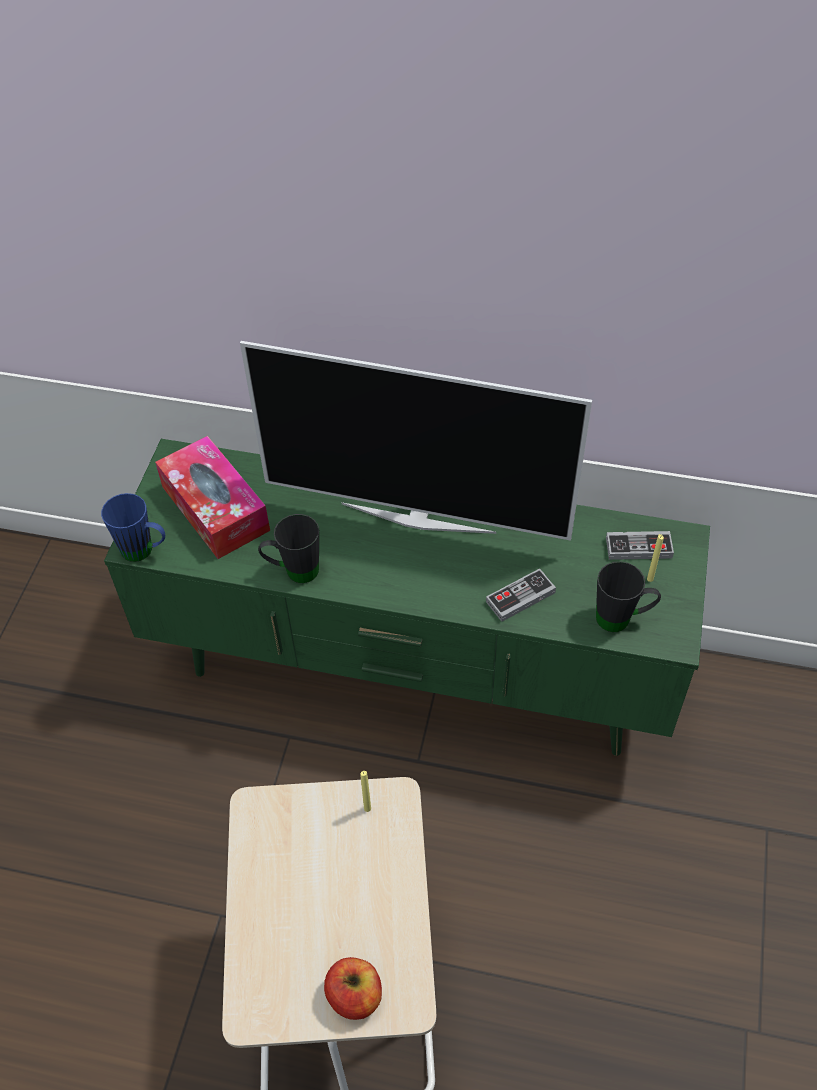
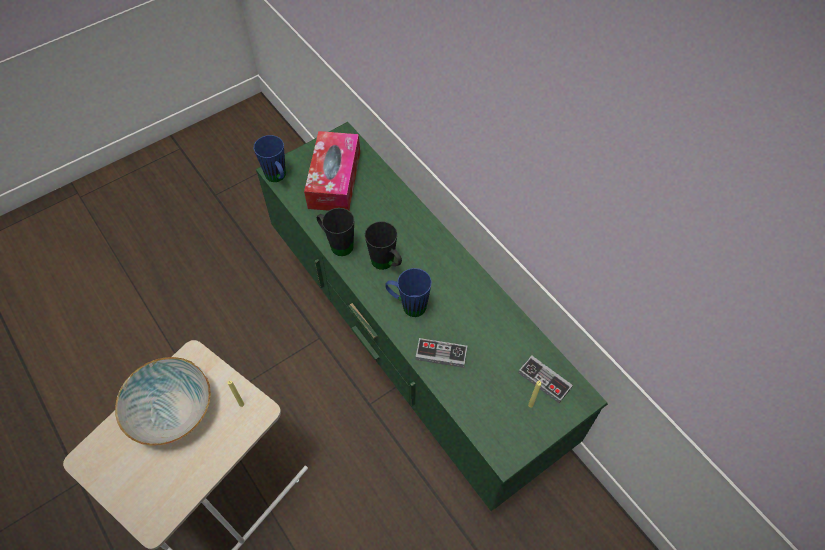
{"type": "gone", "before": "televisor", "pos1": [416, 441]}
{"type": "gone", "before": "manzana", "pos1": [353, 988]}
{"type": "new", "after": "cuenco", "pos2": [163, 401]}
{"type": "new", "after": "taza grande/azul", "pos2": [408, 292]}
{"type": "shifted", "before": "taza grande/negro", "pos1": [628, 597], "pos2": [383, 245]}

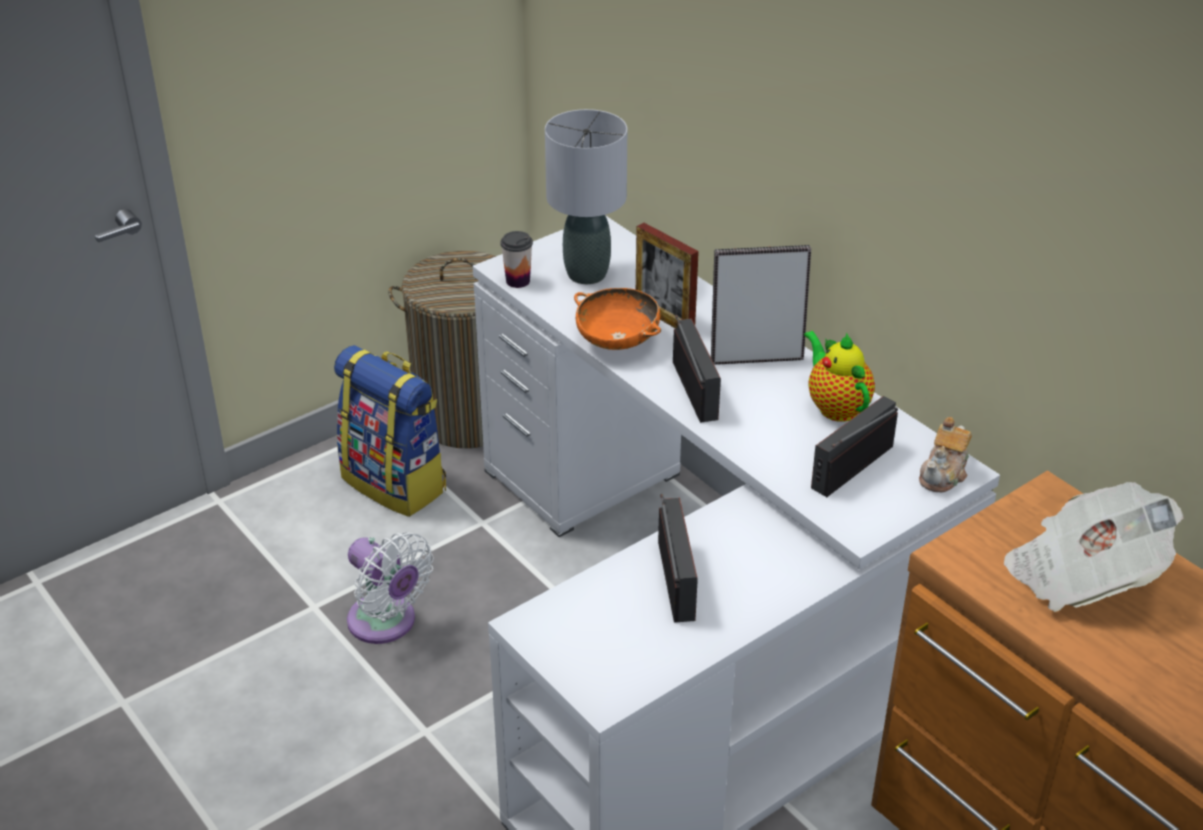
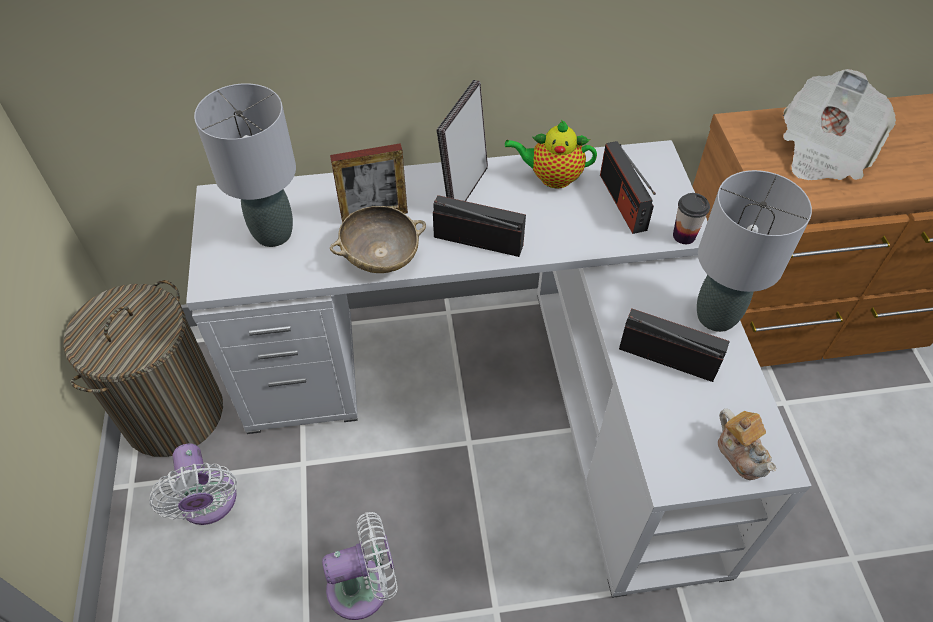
{"type": "new", "after": "lámpara de mesa/gris", "pos2": [754, 251]}
{"type": "shifted", "before": "taza", "pos1": [516, 259], "pos2": [691, 218]}
{"type": "shifted", "before": "tetera", "pos1": [945, 455], "pos2": [747, 444]}
{"type": "swapped", "before": "mochila", "after": "ventilador/blanco", "pos1": [390, 431], "pos2": [193, 484]}
{"type": "repainted", "before": "cuenco/naranja", "after": "cuenco/beis", "pos1": [617, 319], "pos2": [378, 239]}

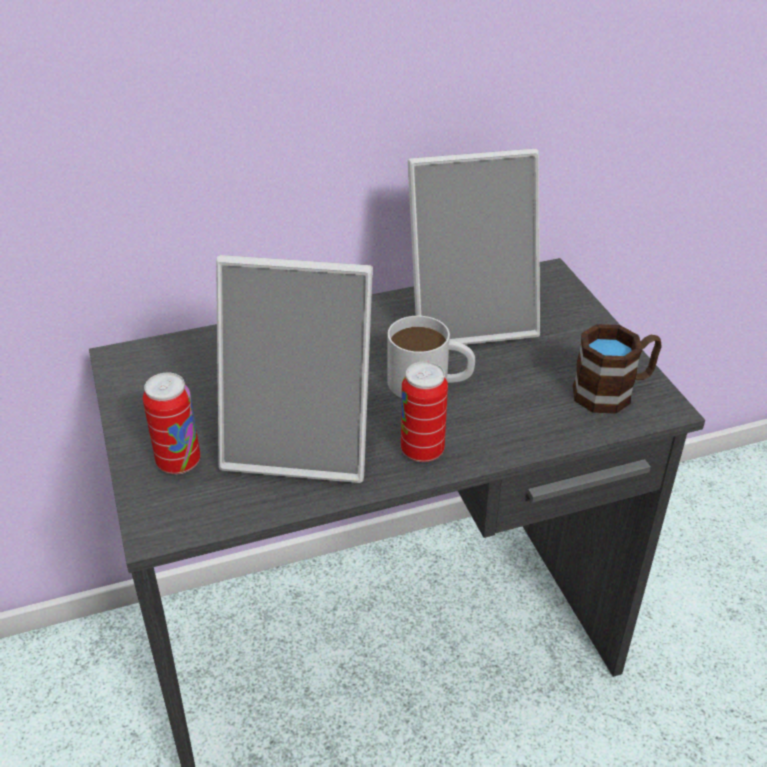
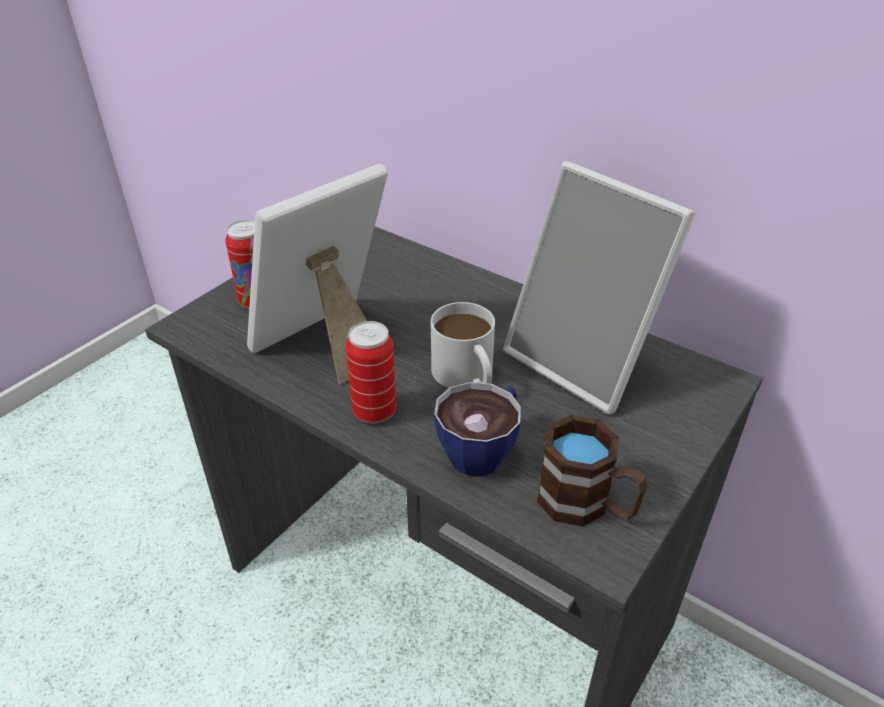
{"type": "new", "after": "taza", "pos2": [477, 429]}
{"type": "rotated", "before": "portarretratos", "pos1": [294, 369], "pos2": [317, 274], "turn": 75}

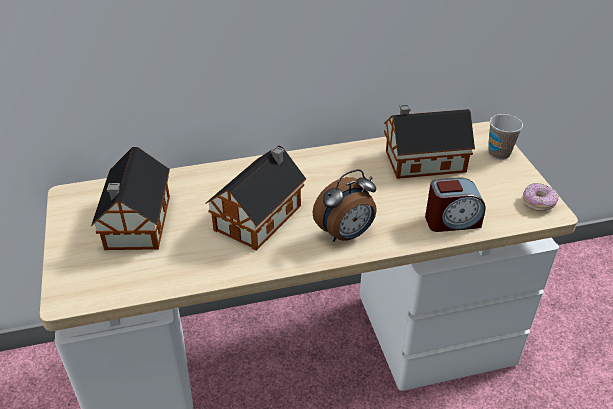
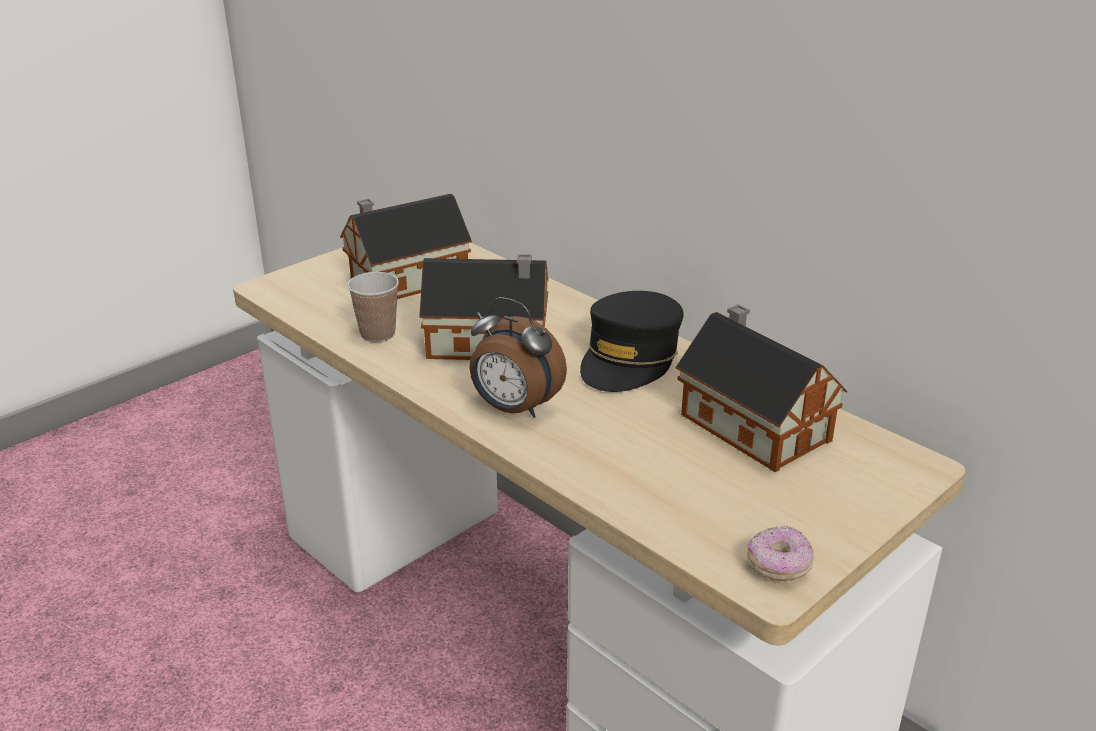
{"type": "gone", "before": "despertador", "pos1": [455, 205]}
{"type": "new", "after": "gorra/negro", "pos2": [632, 341]}
{"type": "shifted", "before": "taza", "pos1": [505, 137], "pos2": [373, 307]}

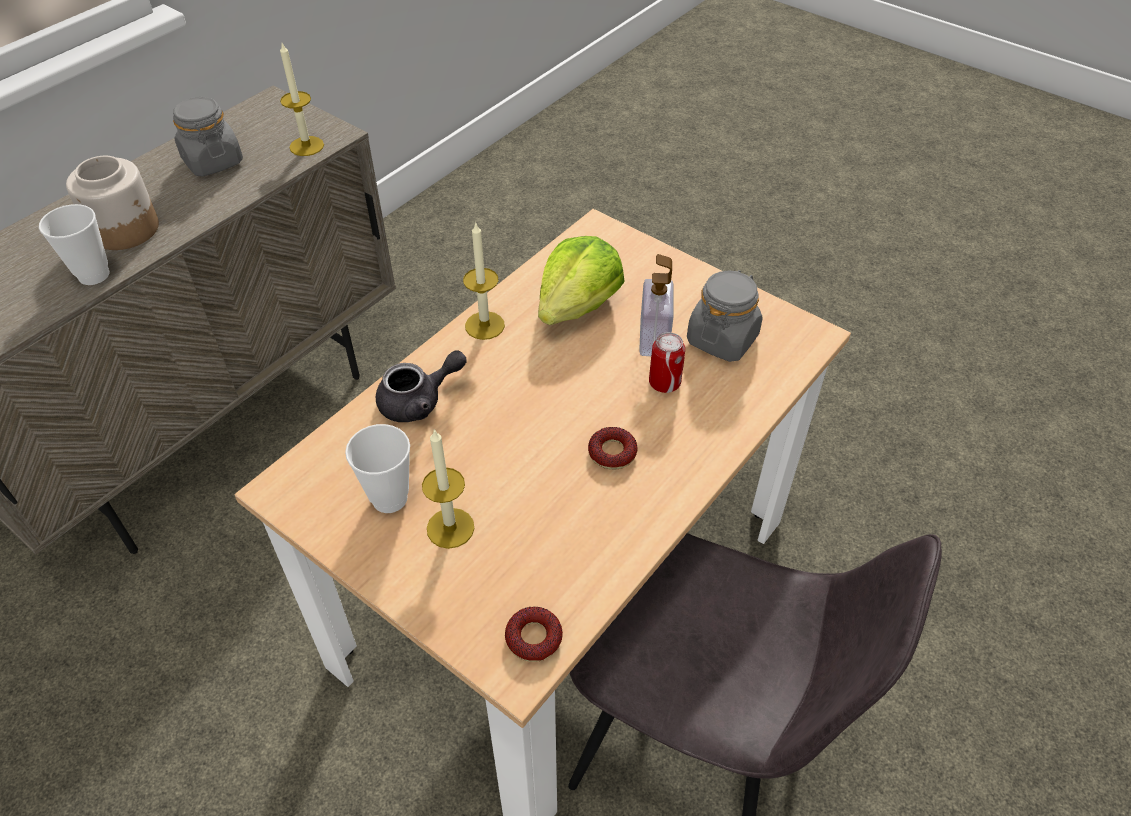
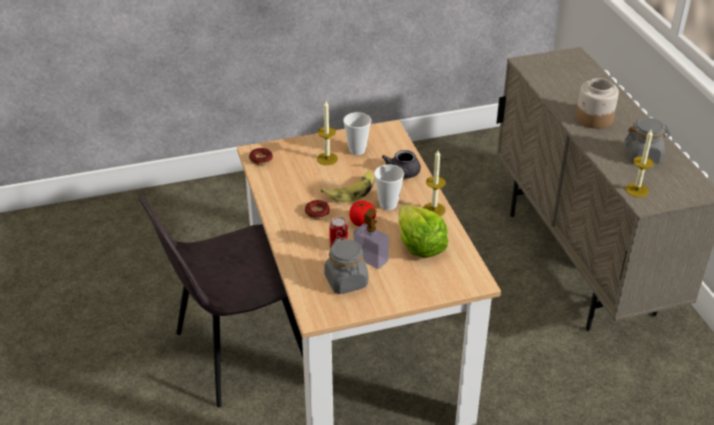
{"type": "new", "after": "plátano", "pos2": [347, 186]}
{"type": "new", "after": "tomate", "pos2": [362, 214]}
{"type": "shifted", "before": "taza", "pos1": [74, 244], "pos2": [389, 187]}

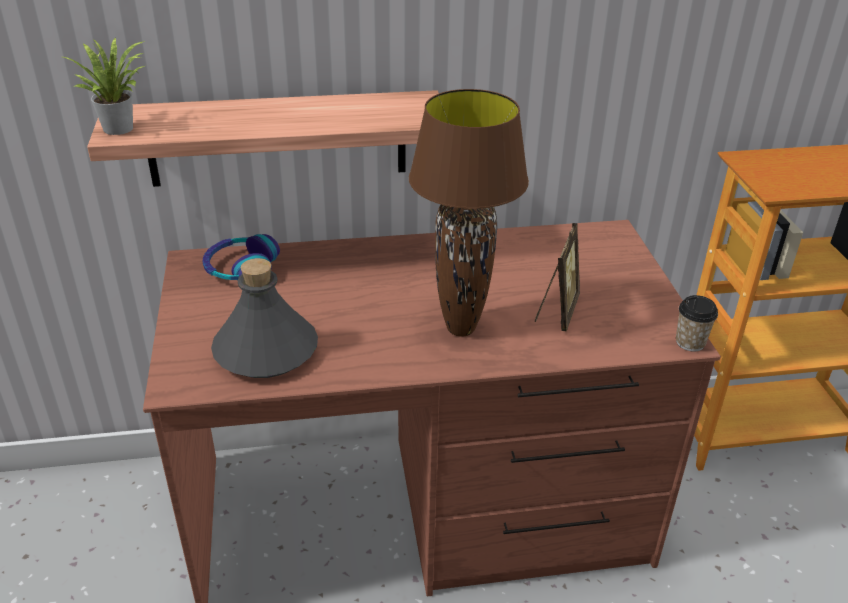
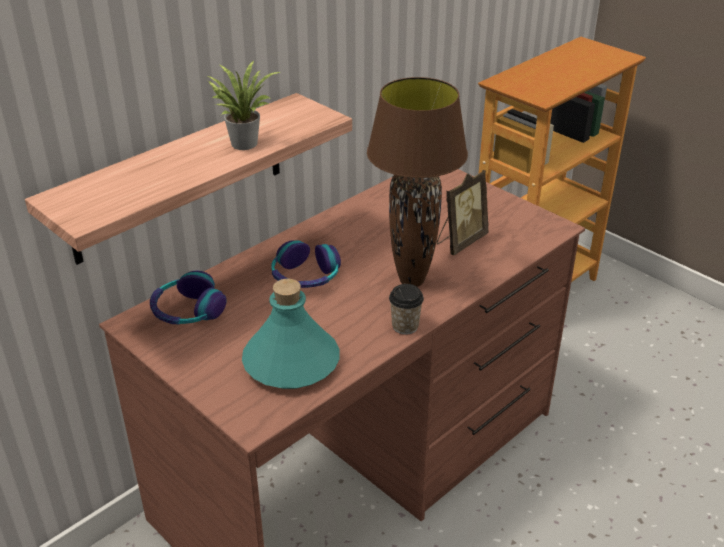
{"type": "new", "after": "auriculares", "pos2": [306, 264]}
{"type": "shifted", "before": "planta en maceta", "pos1": [104, 86], "pos2": [243, 105]}
{"type": "shifted", "before": "taza", "pos1": [697, 323], "pos2": [406, 309]}
{"type": "repainted", "before": "botella/gris", "after": "botella/turquesa", "pos1": [264, 318], "pos2": [291, 334]}
{"type": "rotated", "before": "portarretratos", "pos1": [557, 277], "pos2": [462, 212], "turn": 60}

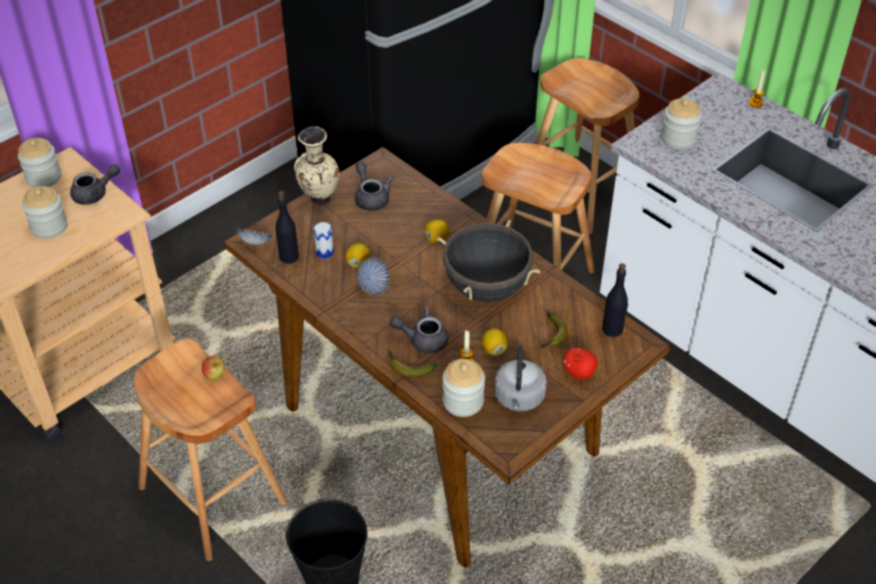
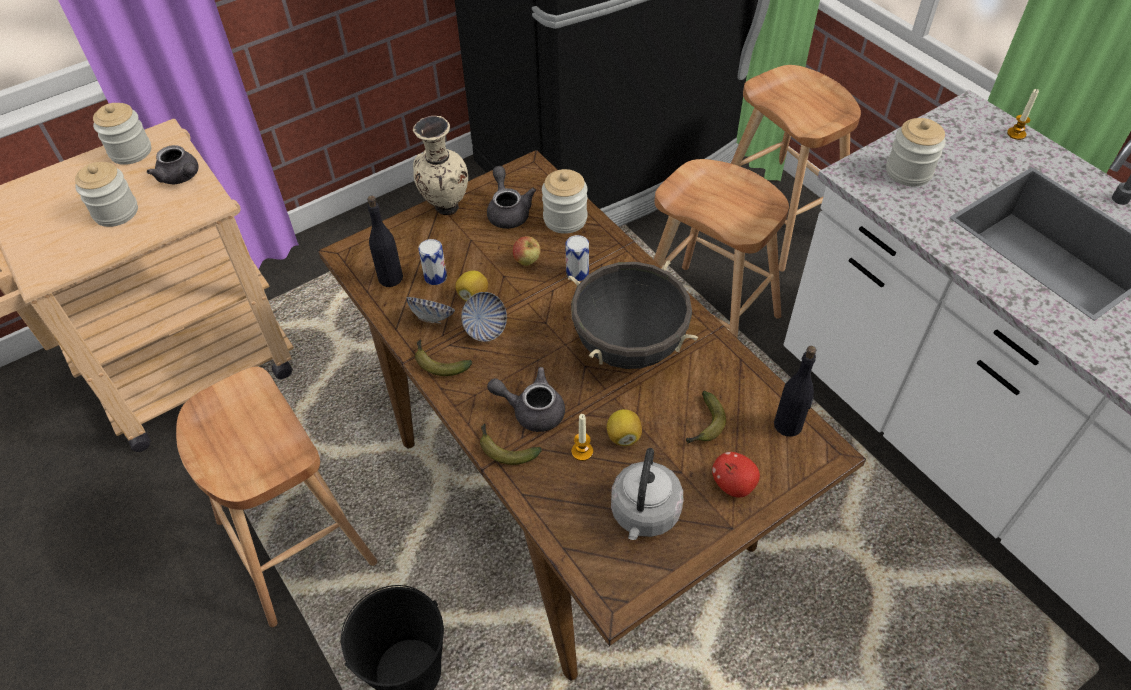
{"type": "new", "after": "plátano", "pos2": [443, 358]}
{"type": "shifted", "before": "manzana", "pos1": [213, 368], "pos2": [526, 251]}
{"type": "shifted", "before": "cuenco", "pos1": [254, 237], "pos2": [431, 310]}
{"type": "shifted", "before": "tarro", "pos1": [464, 387], "pos2": [565, 201]}
{"type": "swapped", "before": "limón", "after": "lata", "pos1": [436, 231], "pos2": [577, 258]}
{"type": "rotated", "before": "tetera/gris", "pos1": [95, 185], "pos2": [173, 164], "turn": 60}

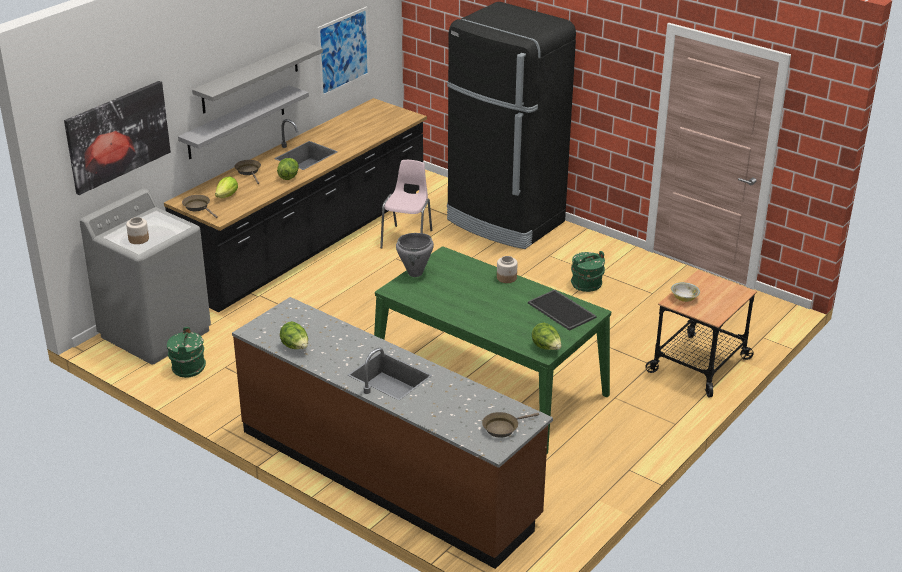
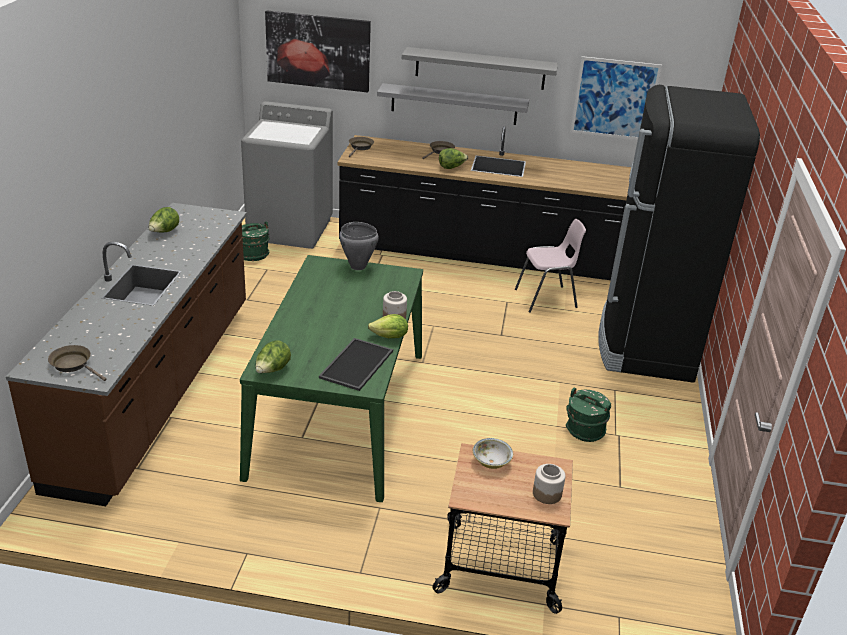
{"type": "shifted", "before": "tarro", "pos1": [137, 230], "pos2": [549, 484]}
{"type": "shifted", "before": "lechuga", "pos1": [226, 187], "pos2": [388, 326]}

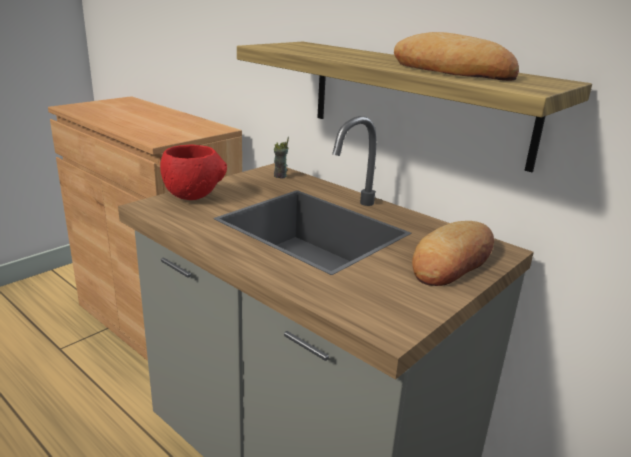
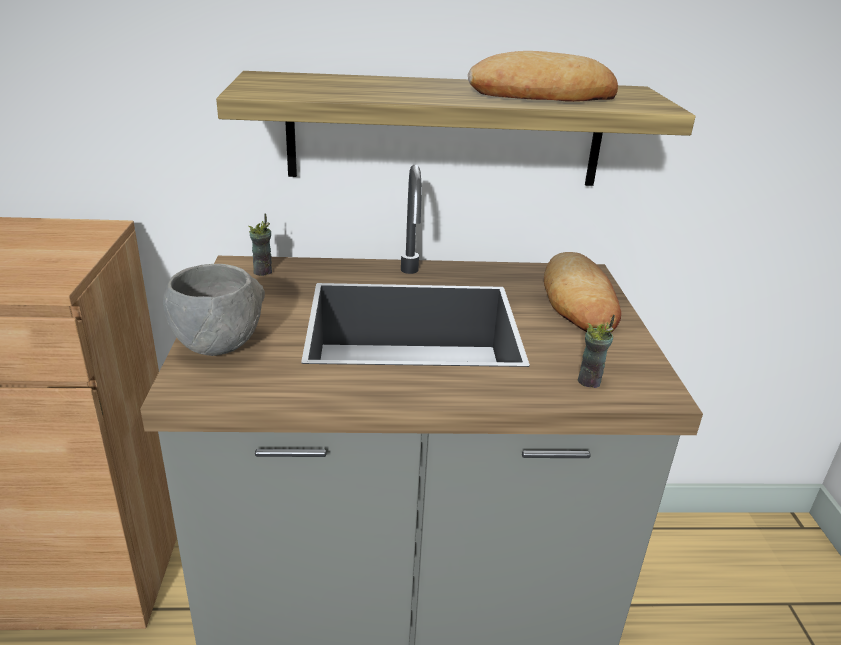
{"type": "new", "after": "taza", "pos2": [596, 351]}
{"type": "repainted", "before": "cuenco/rojo", "after": "cuenco/gris", "pos1": [193, 172], "pos2": [214, 310]}

